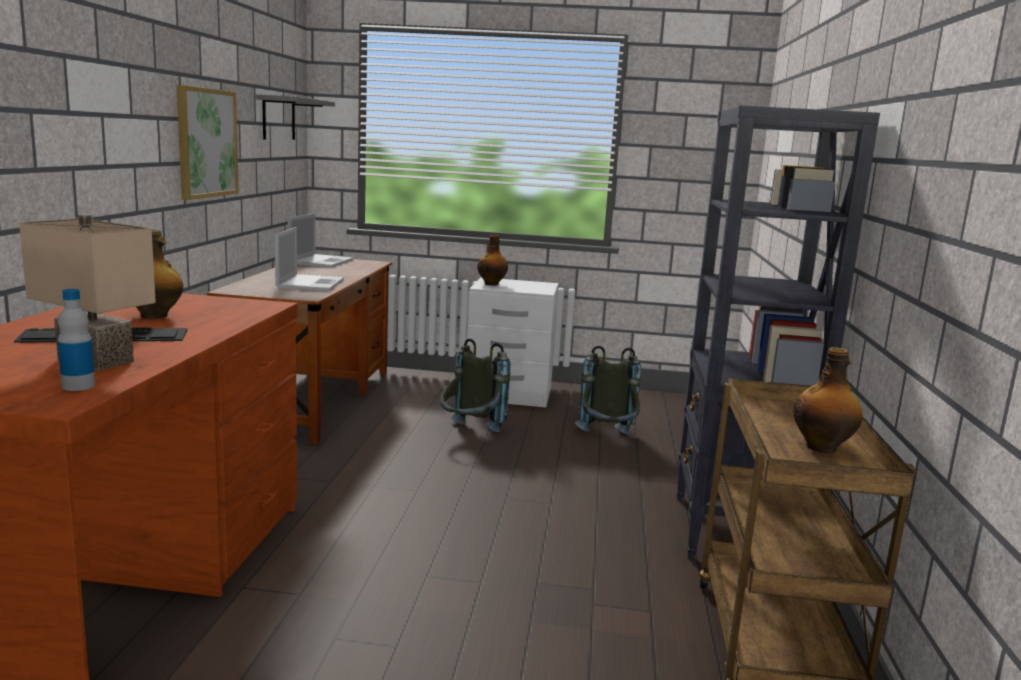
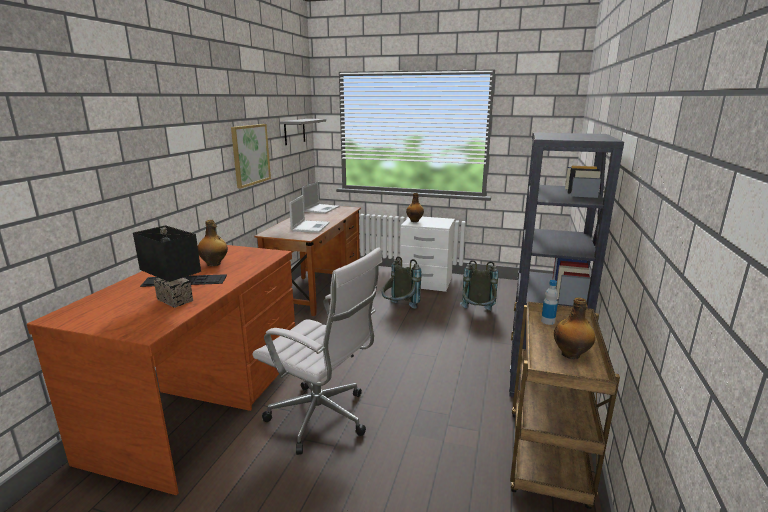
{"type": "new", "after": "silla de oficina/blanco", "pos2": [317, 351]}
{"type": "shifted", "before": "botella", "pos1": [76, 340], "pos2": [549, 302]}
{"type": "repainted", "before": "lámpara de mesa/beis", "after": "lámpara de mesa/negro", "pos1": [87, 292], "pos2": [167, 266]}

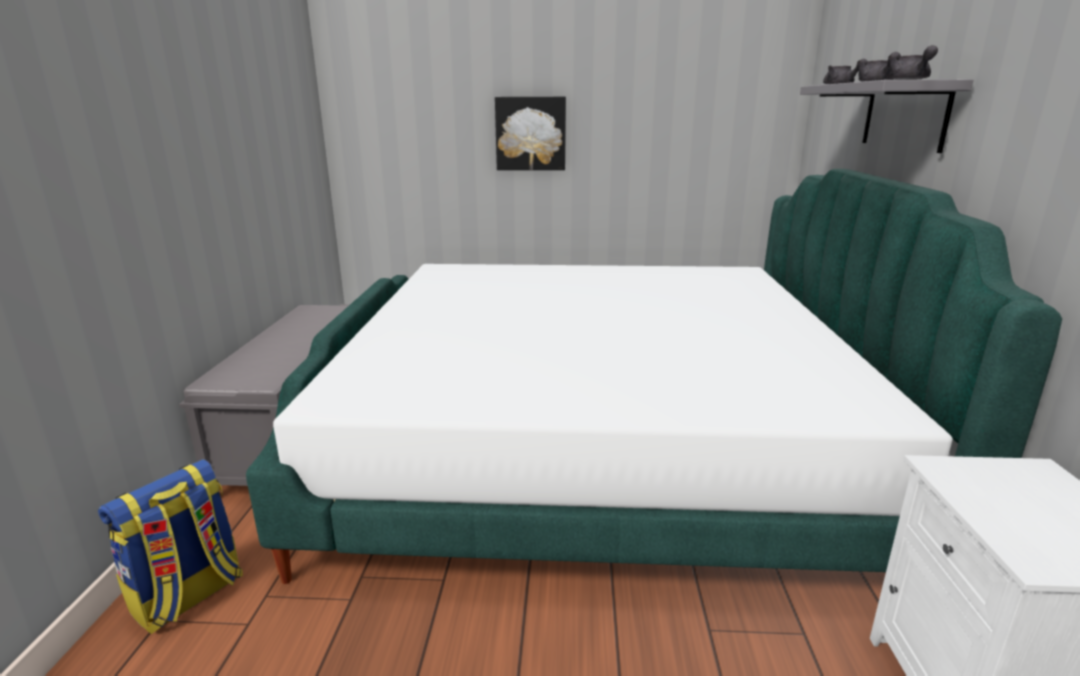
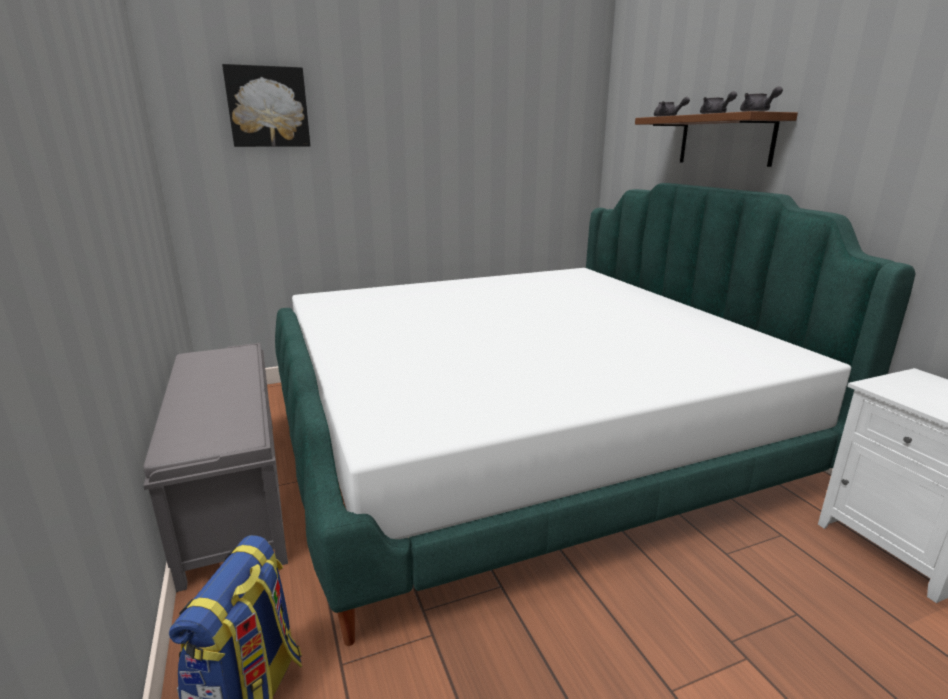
{"type": "shifted", "before": "cuadro", "pos1": [530, 133], "pos2": [266, 105]}
{"type": "repainted", "before": "estante/gris", "after": "estante/marrón", "pos1": [886, 116], "pos2": [716, 139]}

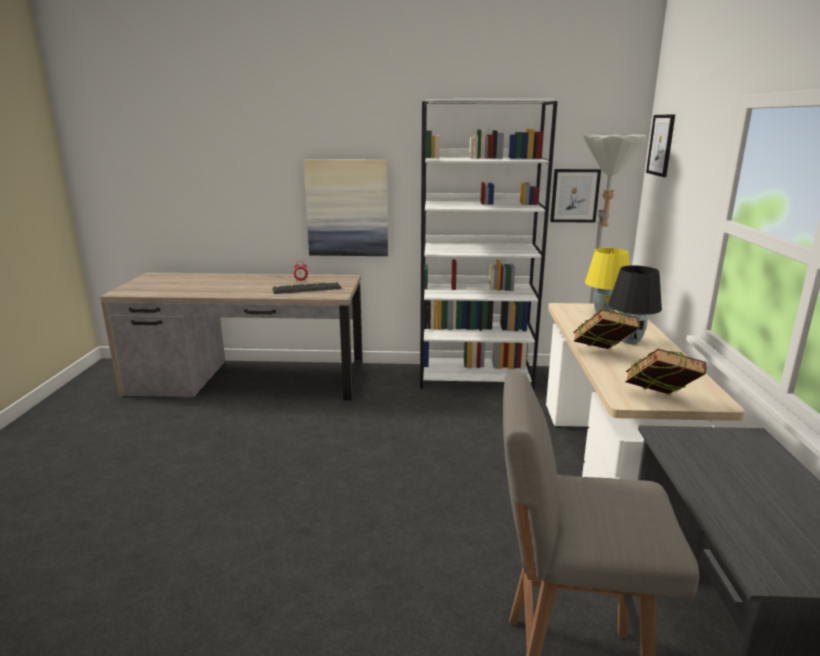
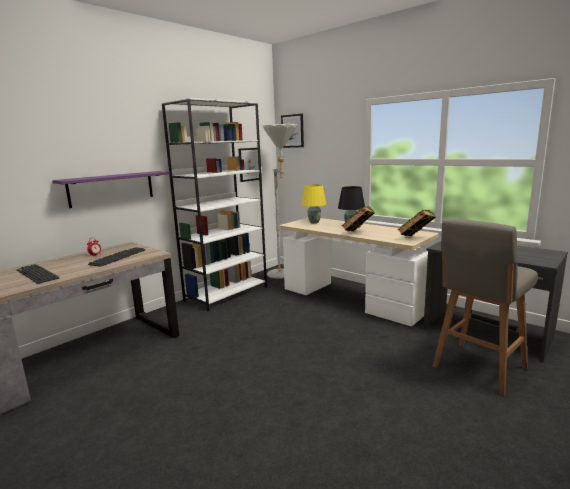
{"type": "new", "after": "teclado", "pos2": [38, 274]}
{"type": "swapped", "before": "cuadro", "after": "estante/morado", "pos1": [346, 207], "pos2": [111, 189]}

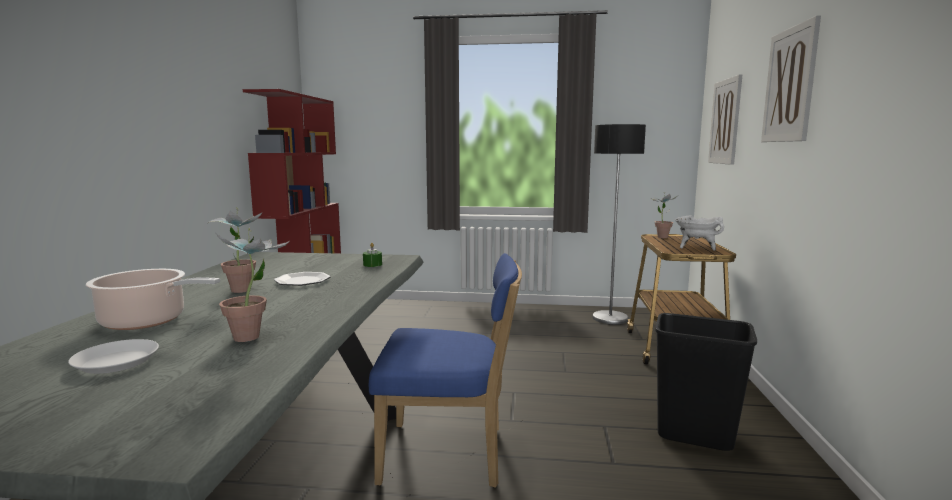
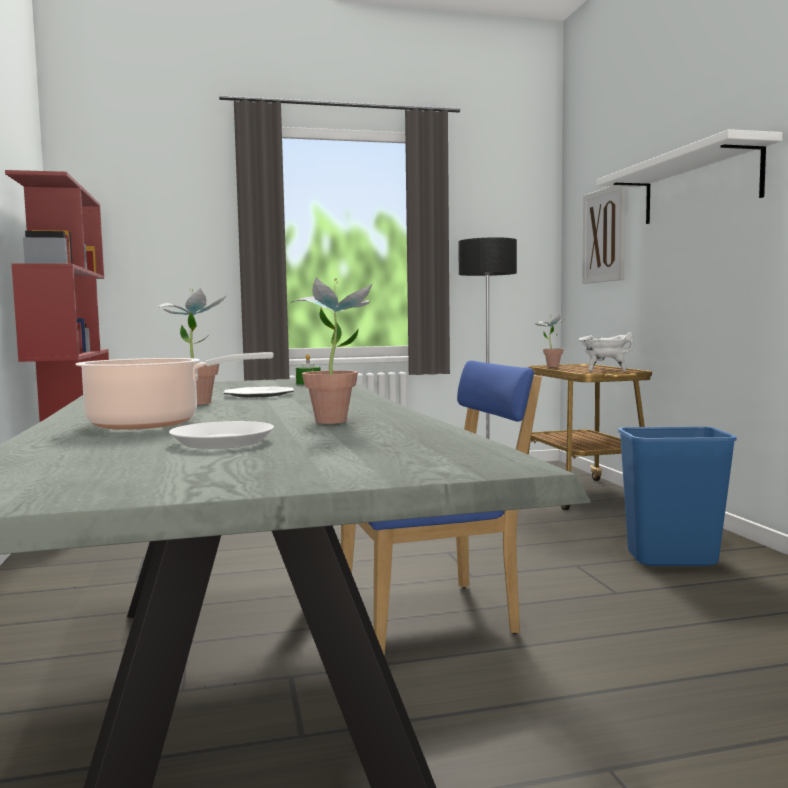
{"type": "swapped", "before": "cuadro", "after": "estante/blanco", "pos1": [791, 78], "pos2": [689, 176]}
{"type": "repainted", "before": "papelera/negro", "after": "papelera/azul", "pos1": [706, 382], "pos2": [677, 496]}

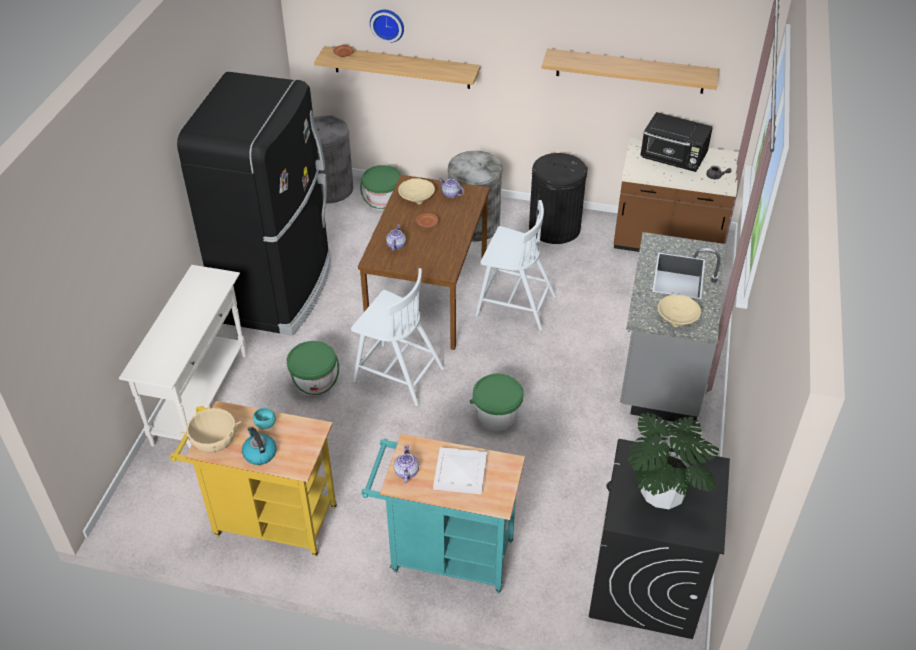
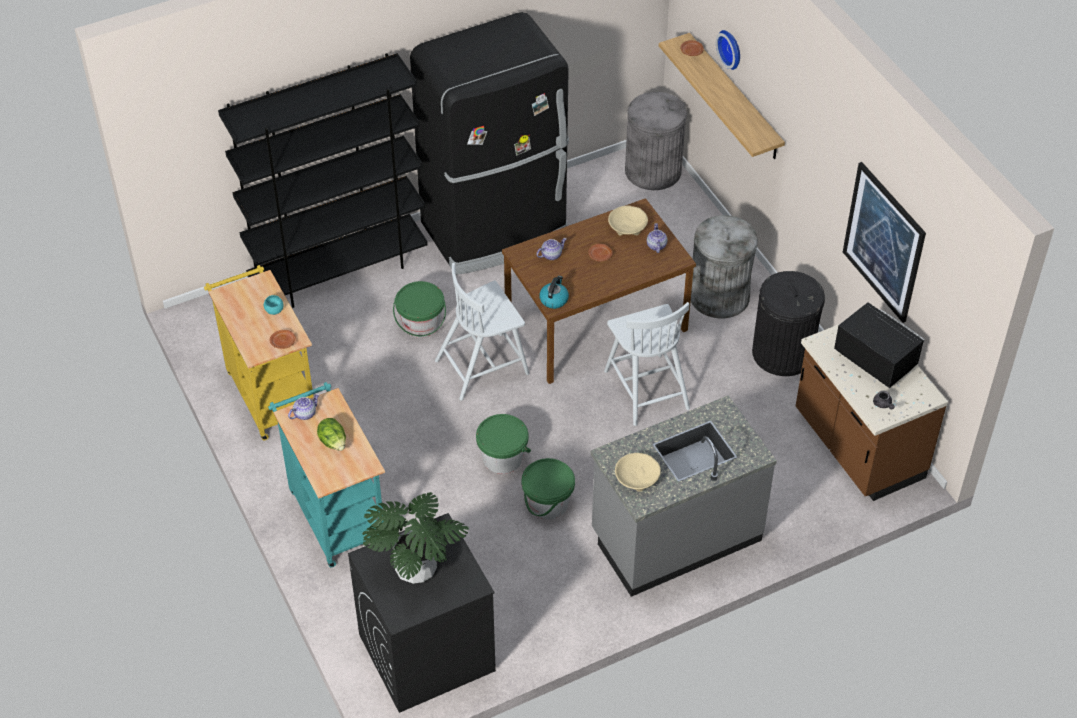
{"type": "gone", "before": "olla/beis", "pos1": [211, 429]}
{"type": "new", "after": "plato/marrón", "pos2": [283, 339]}
{"type": "shifted", "before": "hervidor", "pos1": [259, 445], "pos2": [554, 292]}
{"type": "shifted", "before": "cubo/verde", "pos1": [380, 188], "pos2": [548, 488]}
{"type": "swapped", "before": "mesa consola/blanco", "after": "estantería/negro", "pos1": [182, 357], "pos2": [322, 180]}
{"type": "swapped", "before": "bandeja/blanco", "after": "lechuga", "pos1": [460, 471], "pos2": [331, 434]}
{"type": "swapped", "before": "estante", "after": "cuadro", "pos1": [630, 71], "pos2": [884, 242]}
{"type": "rotated", "before": "silla/blanco", "pos1": [398, 337], "pos2": [482, 332], "turn": 75}
{"type": "rotated", "before": "microondas/negro", "pos1": [676, 142], "pos2": [879, 345], "turn": 150}

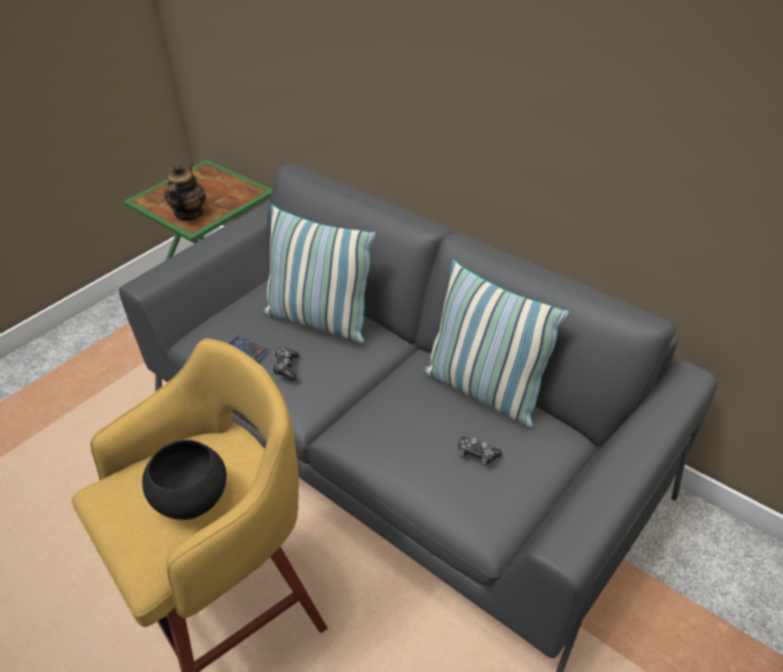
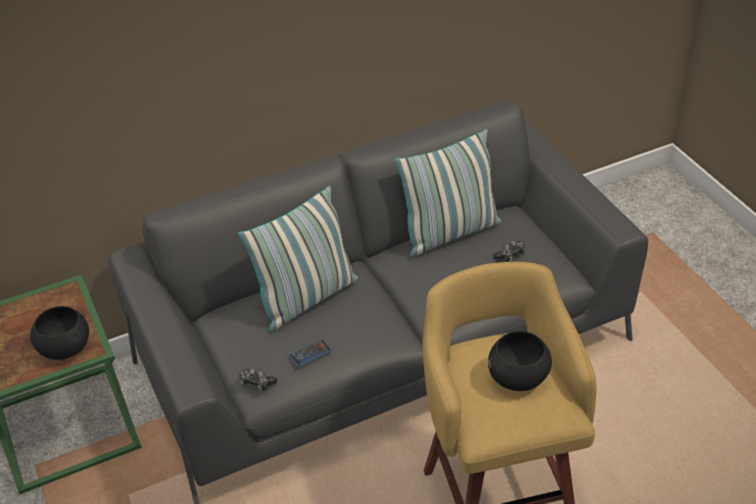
{"type": "shifted", "before": "mando de consola", "pos1": [285, 363], "pos2": [258, 380]}
{"type": "swapped", "before": "tetera", "after": "cuenco/negro", "pos1": [185, 192], "pos2": [59, 333]}

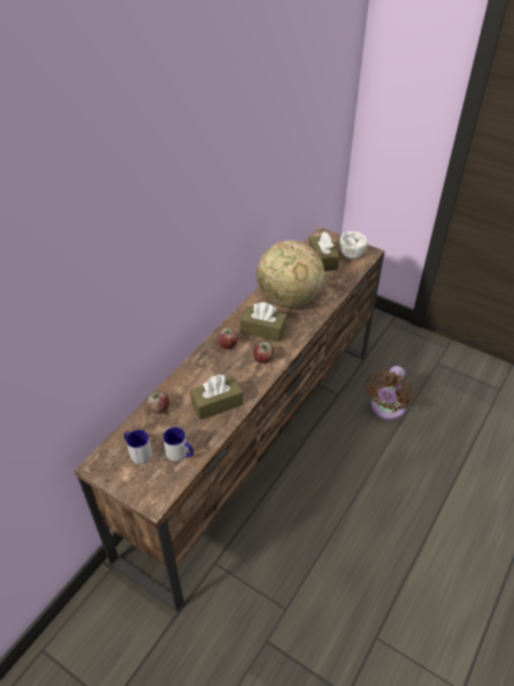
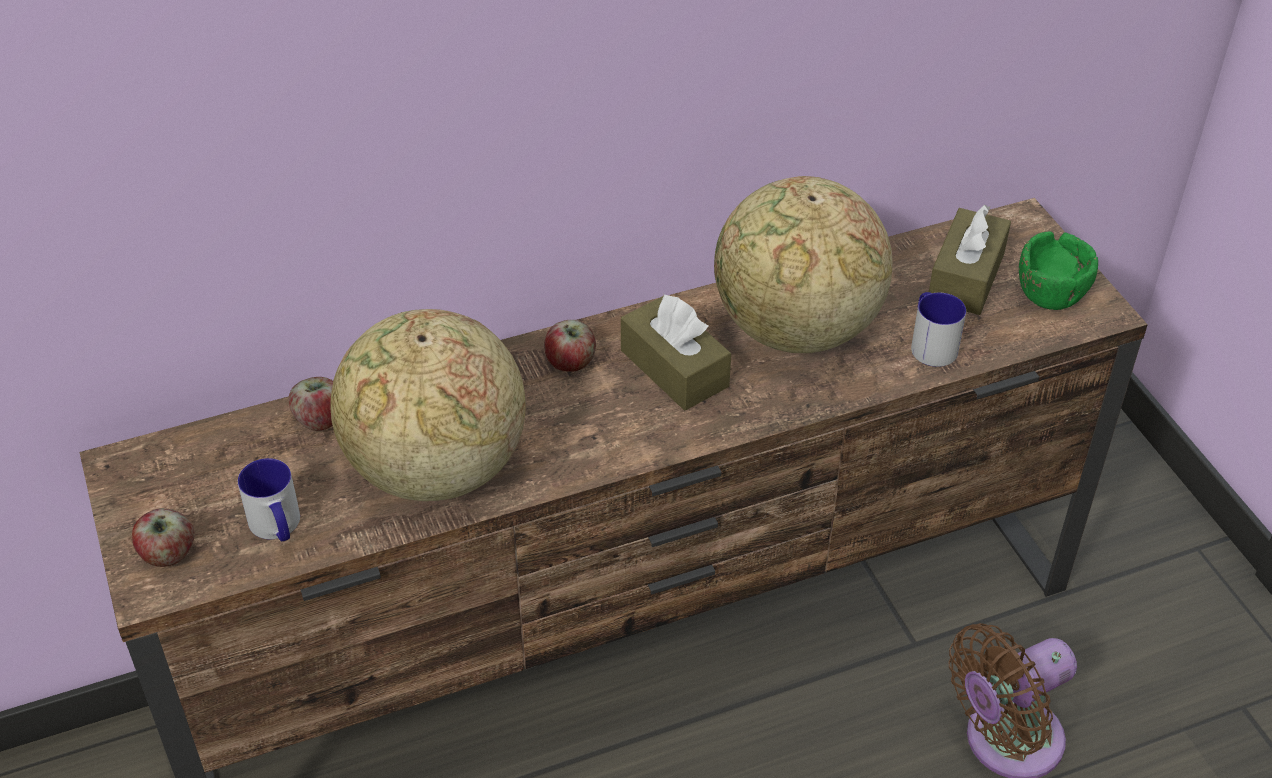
{"type": "shifted", "before": "taza grande", "pos1": [138, 446], "pos2": [938, 329]}
{"type": "shifted", "before": "manzana", "pos1": [263, 352], "pos2": [163, 537]}
{"type": "swapped", "before": "caja de pañuelos/marrón", "after": "globo terráqueo", "pos1": [216, 397], "pos2": [428, 405]}
{"type": "repainted", "before": "cuenco/blanco", "after": "cuenco/verde", "pos1": [353, 245], "pos2": [1058, 270]}

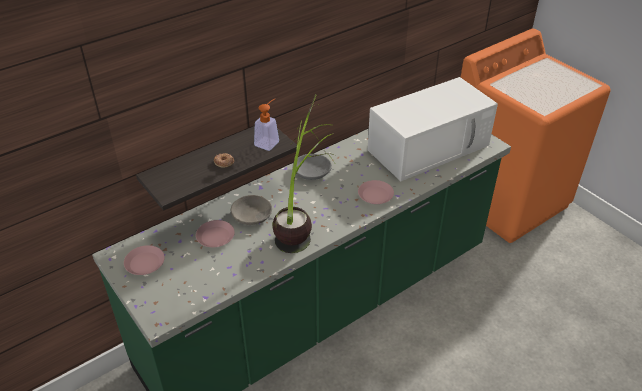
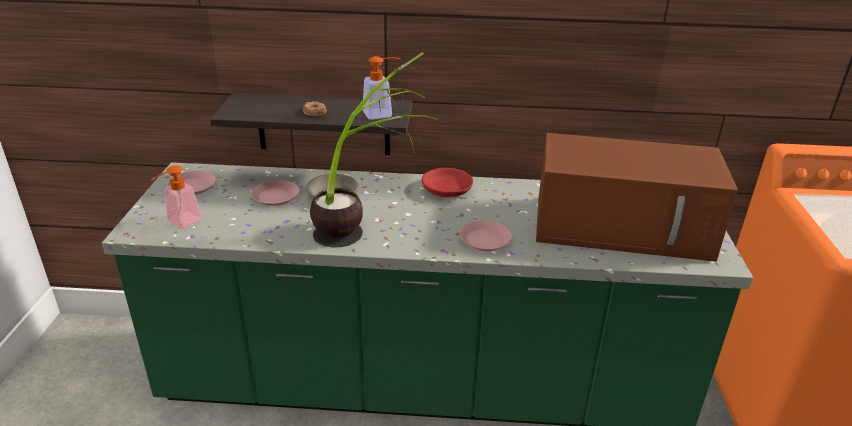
{"type": "new", "after": "dispensador de jabón", "pos2": [176, 197]}
{"type": "repainted", "before": "cuenco/gris", "after": "cuenco/rojo", "pos1": [312, 167], "pos2": [447, 182]}
{"type": "repainted", "before": "microondas/blanco", "after": "microondas/marrón", "pos1": [433, 129], "pos2": [637, 197]}

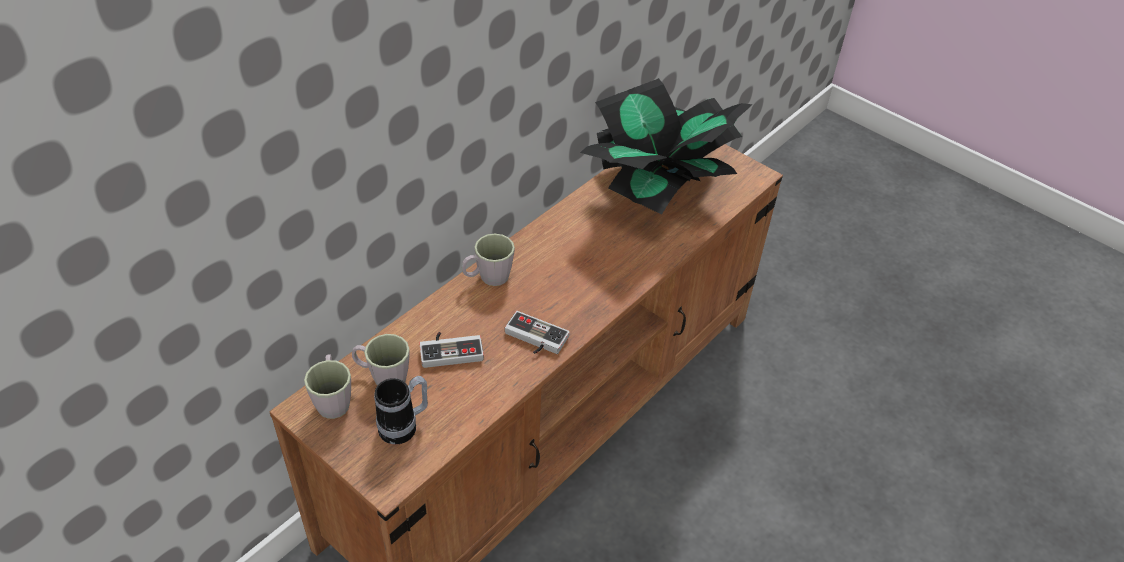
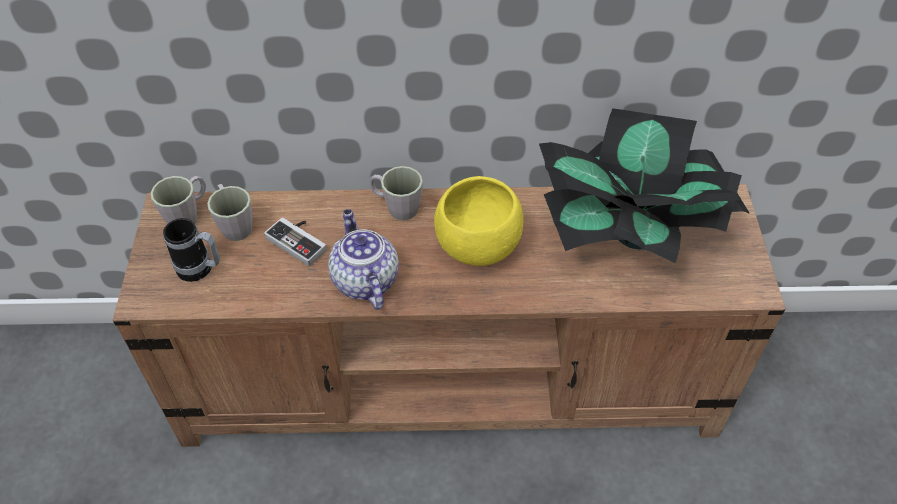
{"type": "new", "after": "cuenco/amarillo", "pos2": [478, 221]}
{"type": "swapped", "before": "mando de consola", "after": "tetera", "pos1": [537, 332], "pos2": [363, 259]}

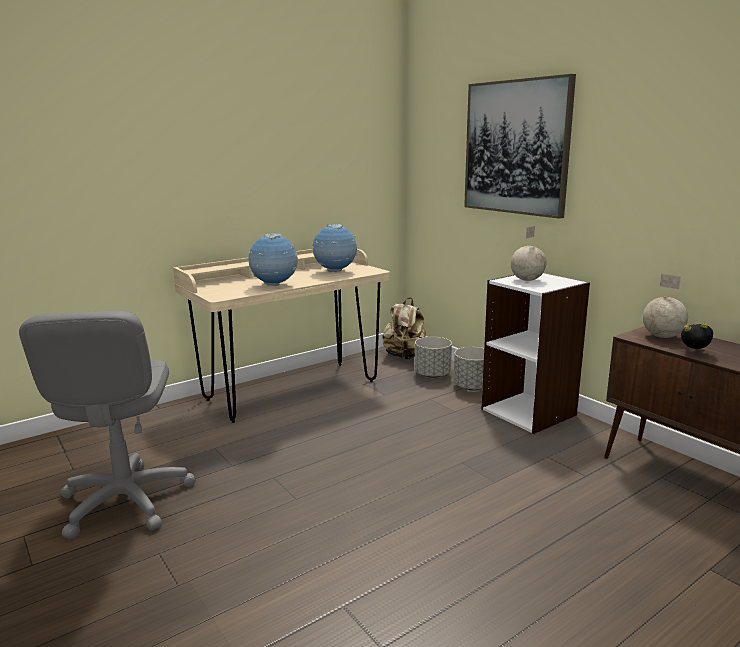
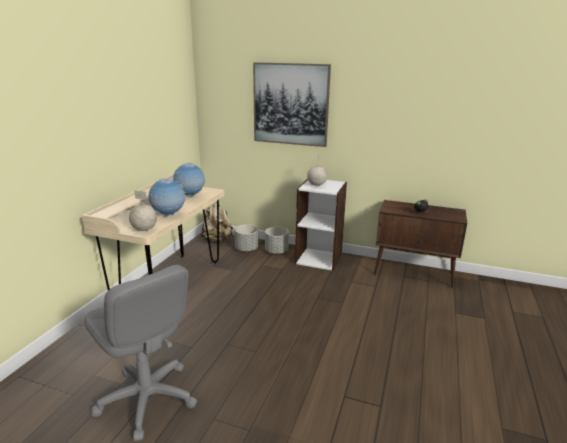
{"type": "shifted", "before": "globo terráqueo", "pos1": [665, 306], "pos2": [143, 211]}

